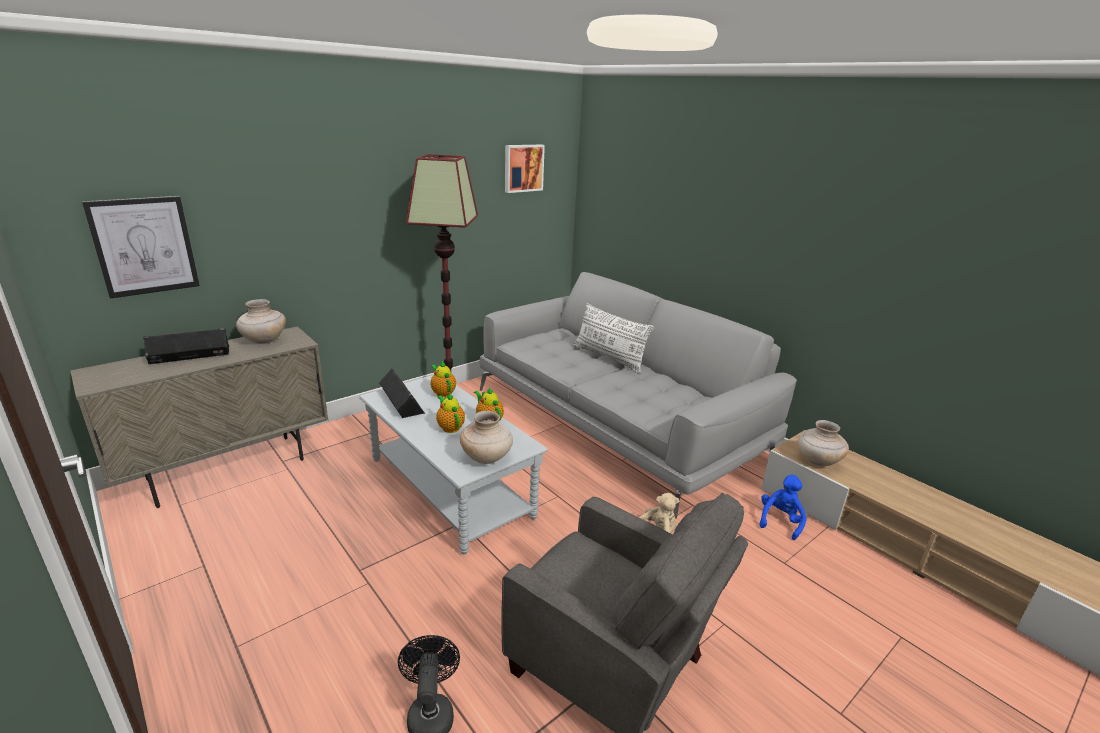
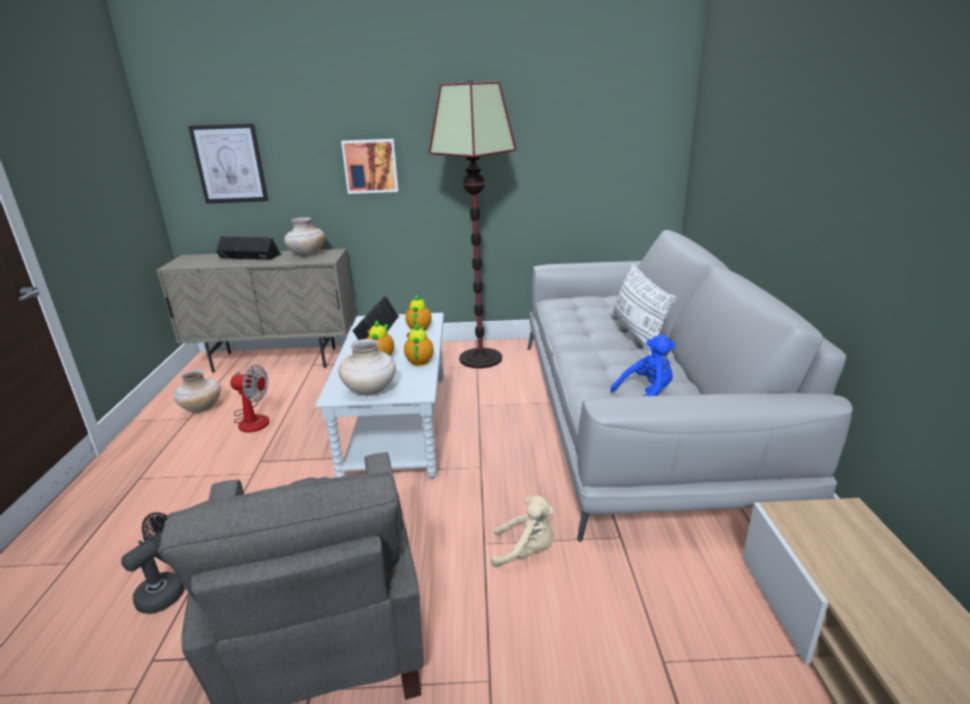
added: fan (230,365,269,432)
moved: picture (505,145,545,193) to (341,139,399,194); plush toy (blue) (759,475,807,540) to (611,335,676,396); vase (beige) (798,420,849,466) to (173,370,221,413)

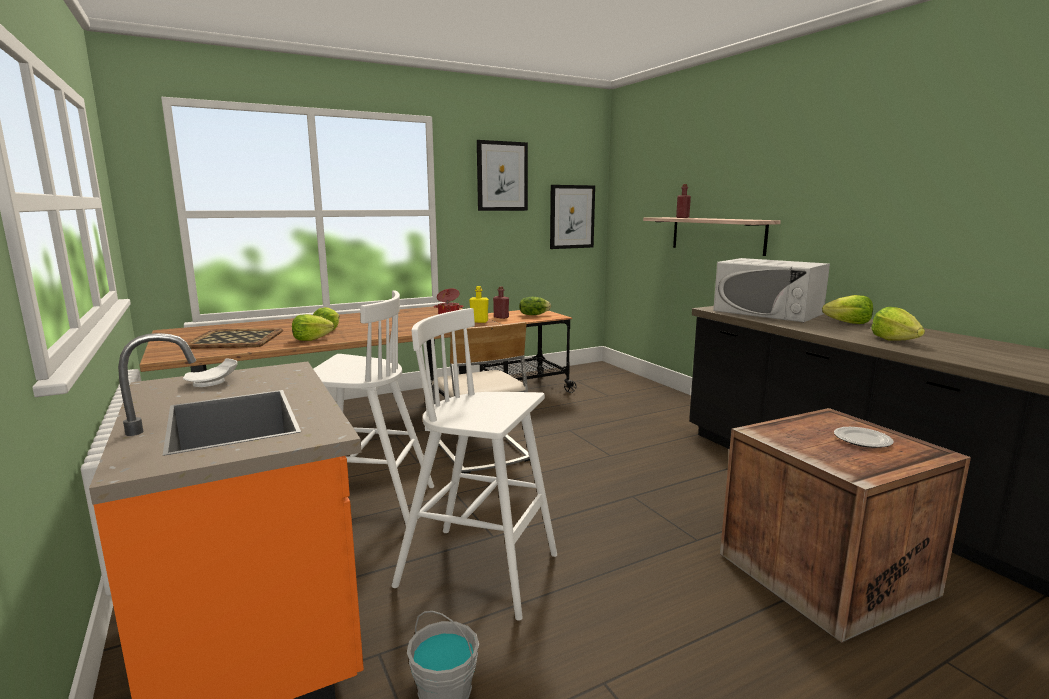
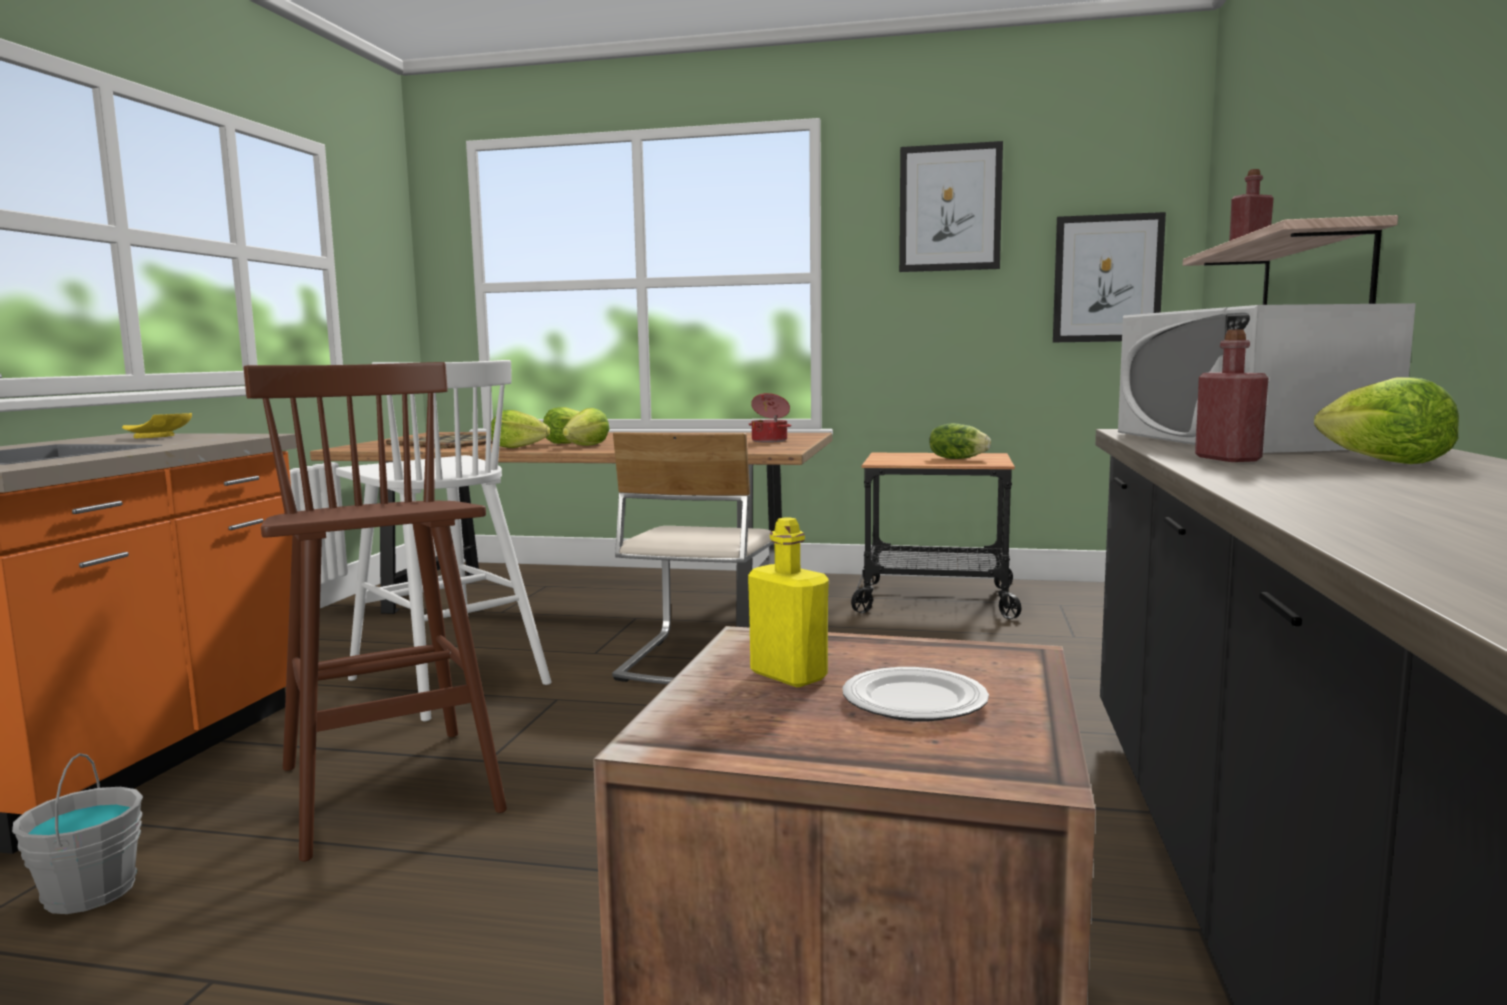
moved: bottle (yellow) (469,286,489,323) to (748,517,829,687); bottle (red) (493,286,509,319) to (1195,330,1269,462); lettuce (871,307,925,341) to (563,408,610,446)
recoloured: plate (white) (183,358,238,387) to plate (yellow) (122,413,192,438); stool (white) (392,308,557,621) to stool (brown) (244,362,507,862)

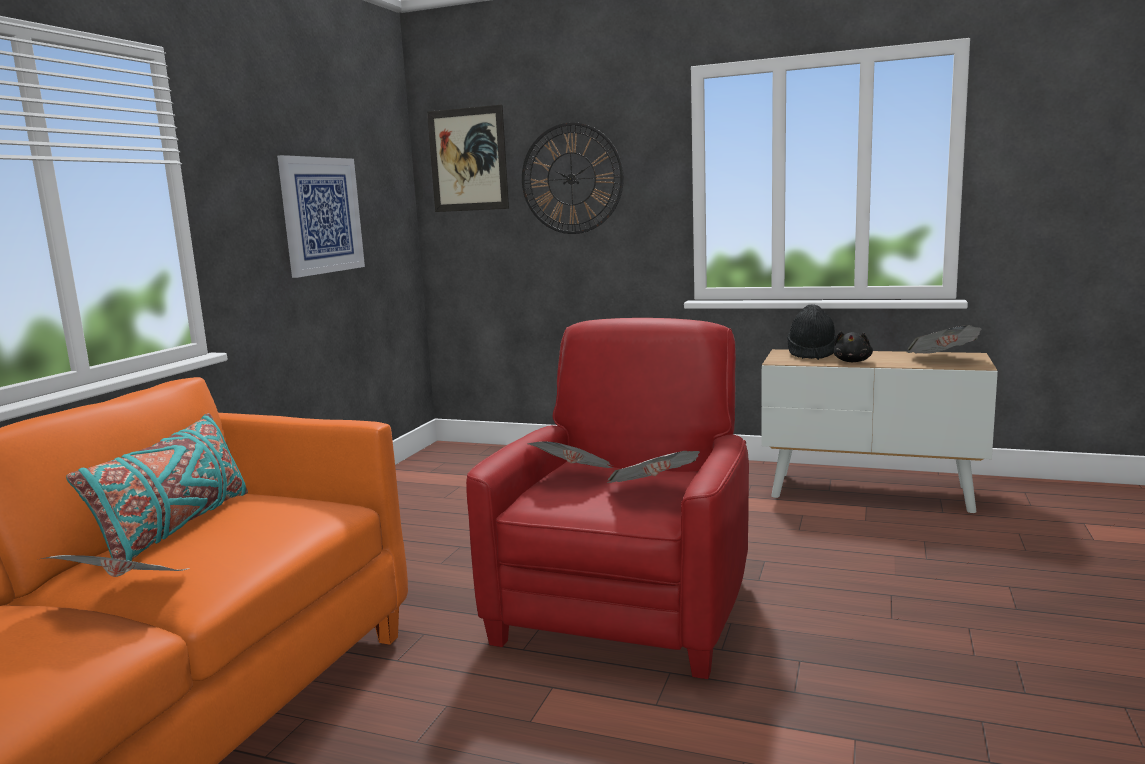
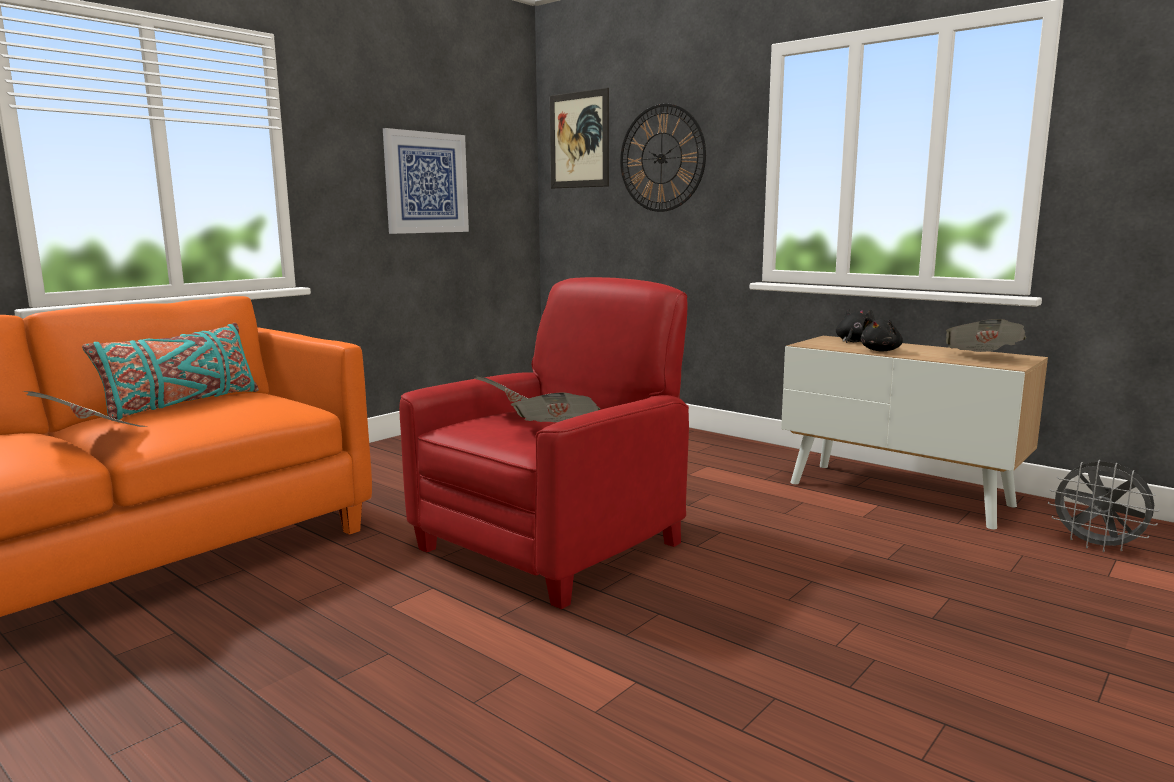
added: fan (grey) (1048,460,1160,552)
replaced: hat (black) (787,304,837,360) to plush toy (black) (836,309,875,343)

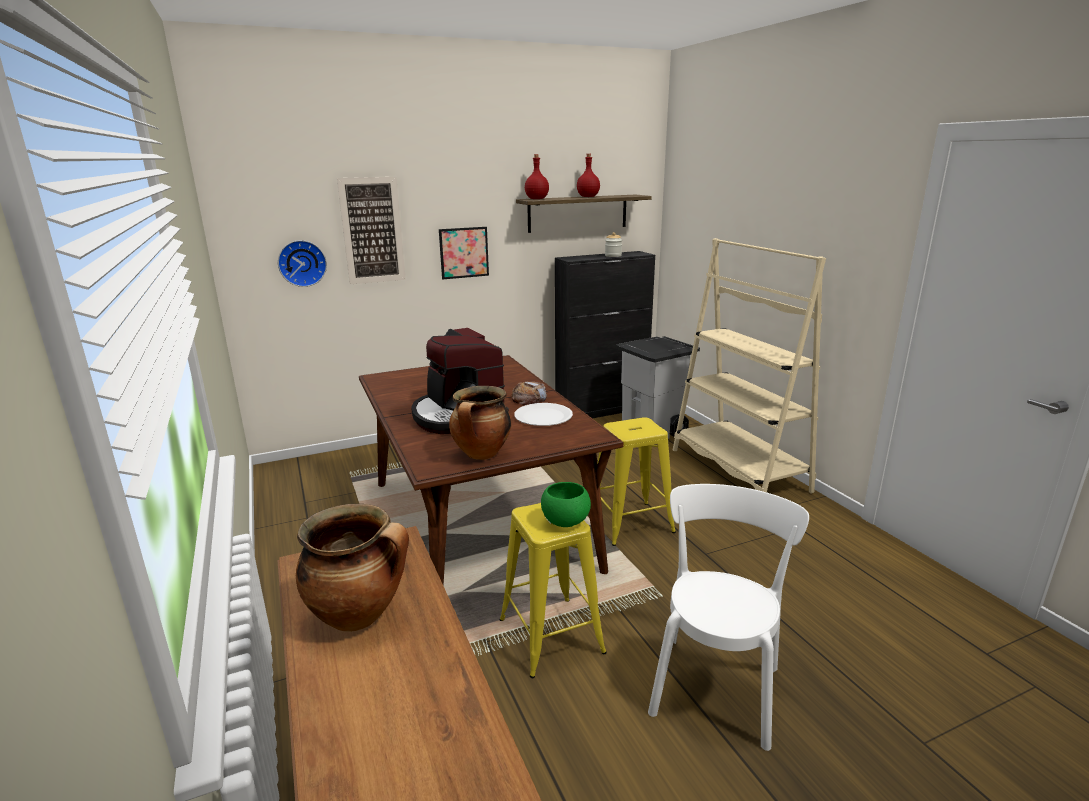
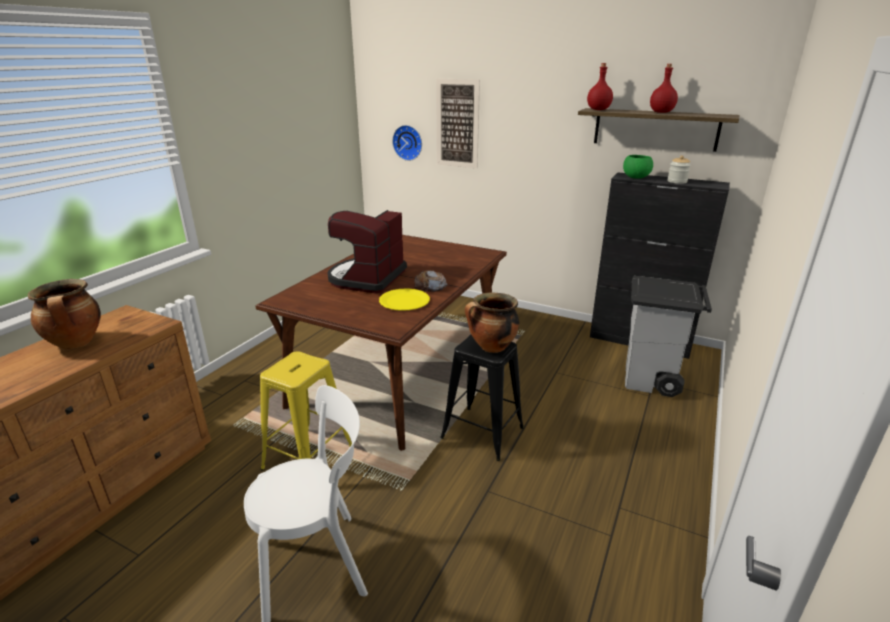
removed: picture (439,227,489,279); bookcase (beige) (673,238,826,494)
moved: cooking pot (449,386,511,460) to (465,292,519,353); bowl (green) (541,482,591,527) to (623,155,653,179)
recoloured: plate (white) (514,403,573,426) to plate (yellow) (379,289,430,311); stool (yellow) (588,417,676,546) to stool (black) (440,334,524,461)

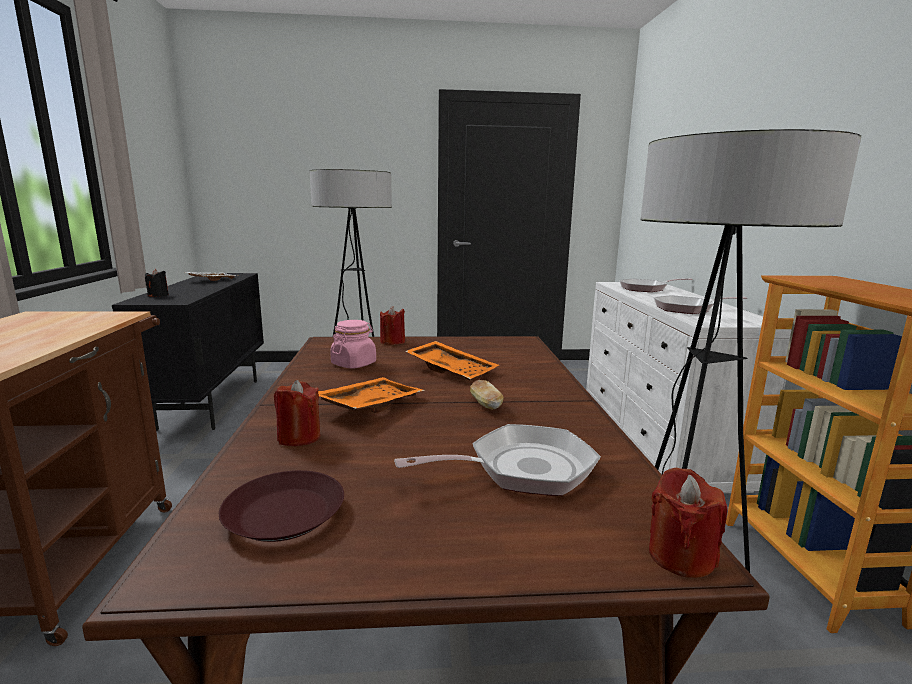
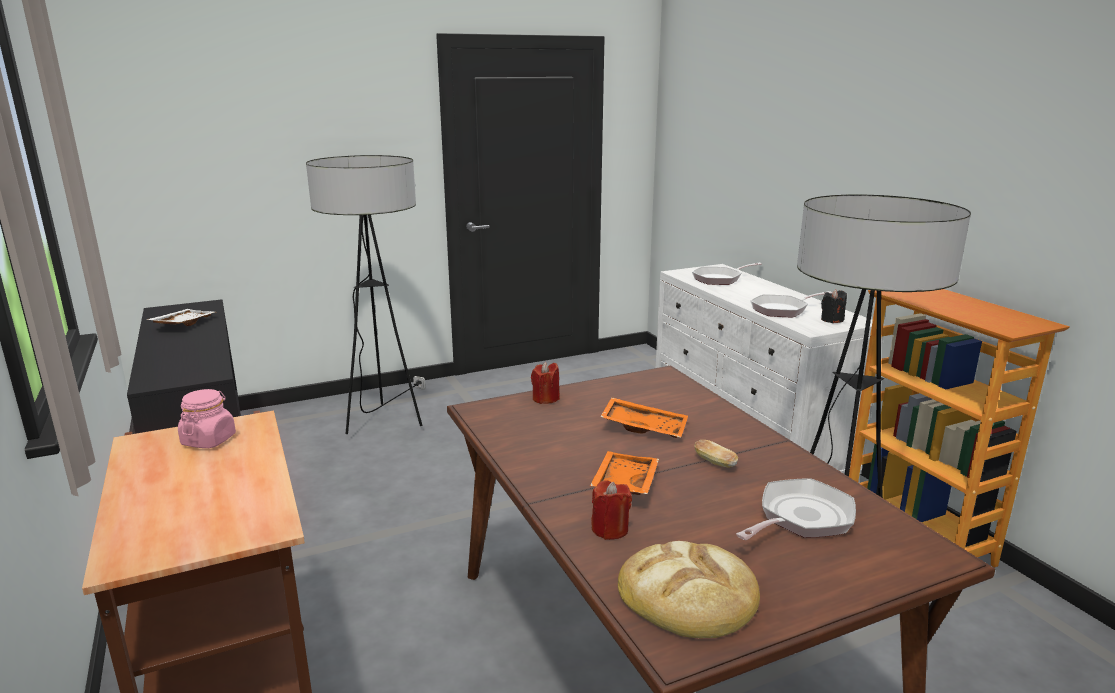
removed: candle (red) (649,468,728,578)
moved: candle (black) (145,269,169,297) to (821,289,847,323); jar (pink) (330,320,376,369) to (178,389,236,448)
replaced: plate (brown) (219,470,344,542) to bread (618,541,760,638)

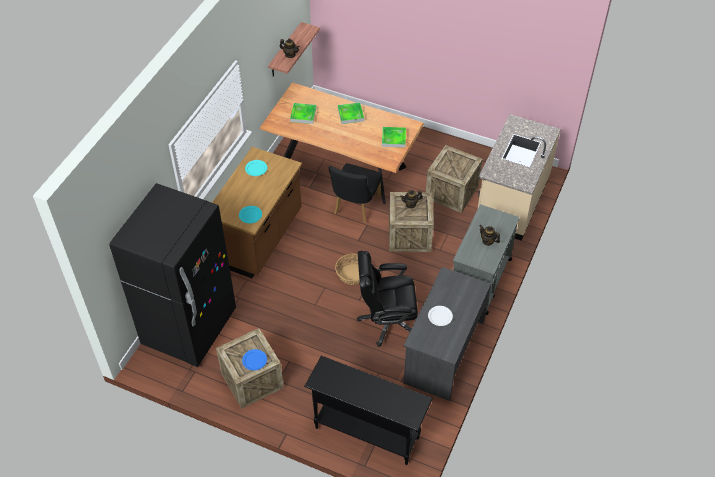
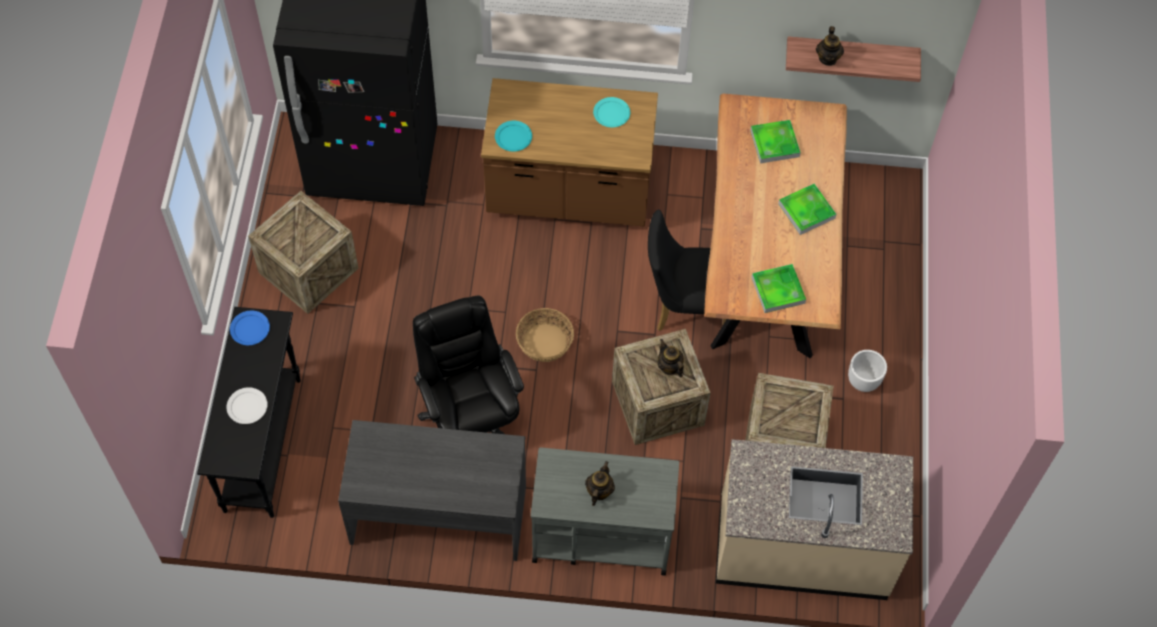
added: planter (white) (848,350,887,392)
moved: plate (blue) (242,349,267,370) to (230,311,270,345); plate (white) (428,306,453,326) to (227,387,268,424)

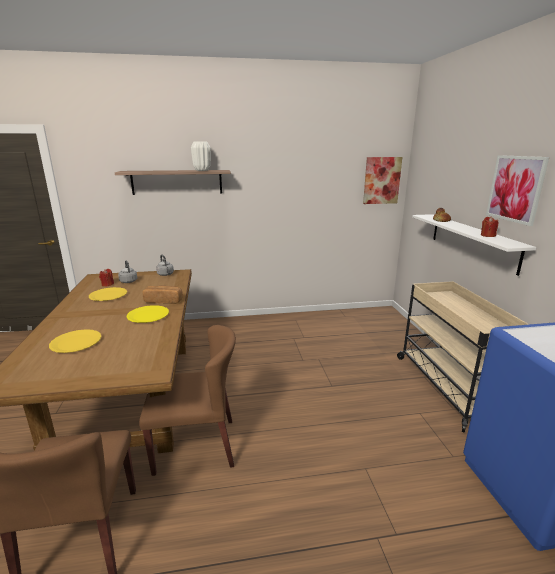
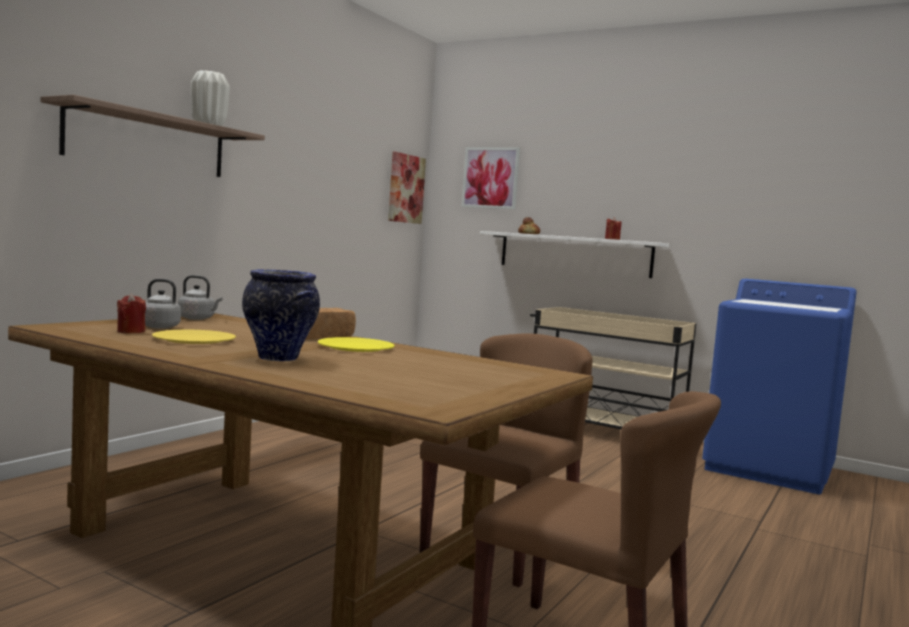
removed: plate (yellow) (49,329,101,353)
added: vase (242,269,320,361)
moved: picture (486,155,549,226) to (461,147,520,209)

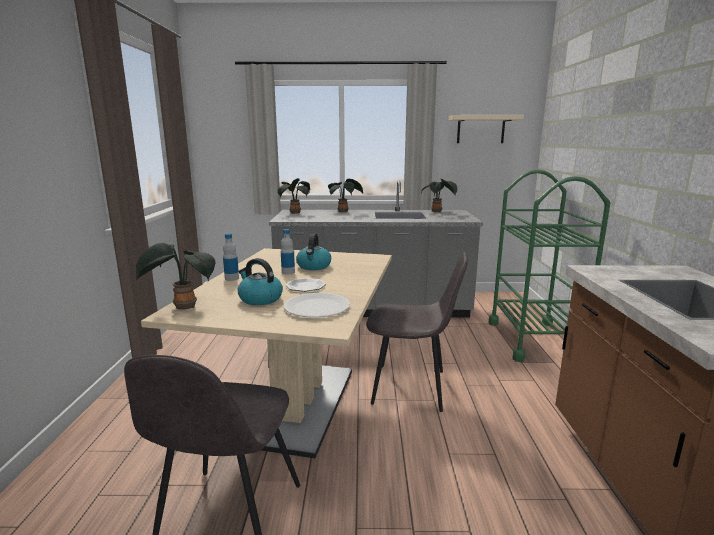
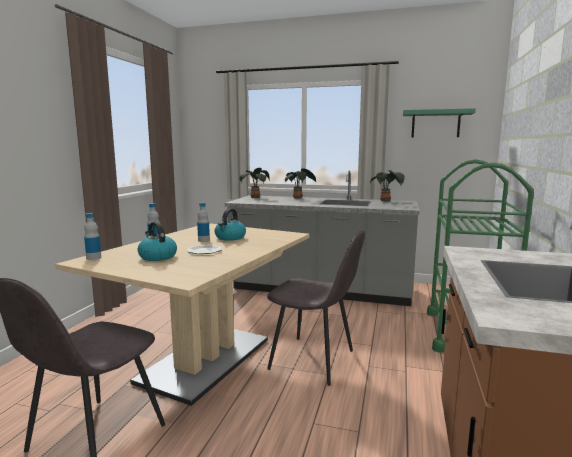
removed: plate (white) (284,293,350,318)
replaced: potted plant (136,243,216,310) to bottle (84,213,101,260)
recoloured: shelf (beige) (448,115,524,143) to shelf (green) (403,108,476,137)

